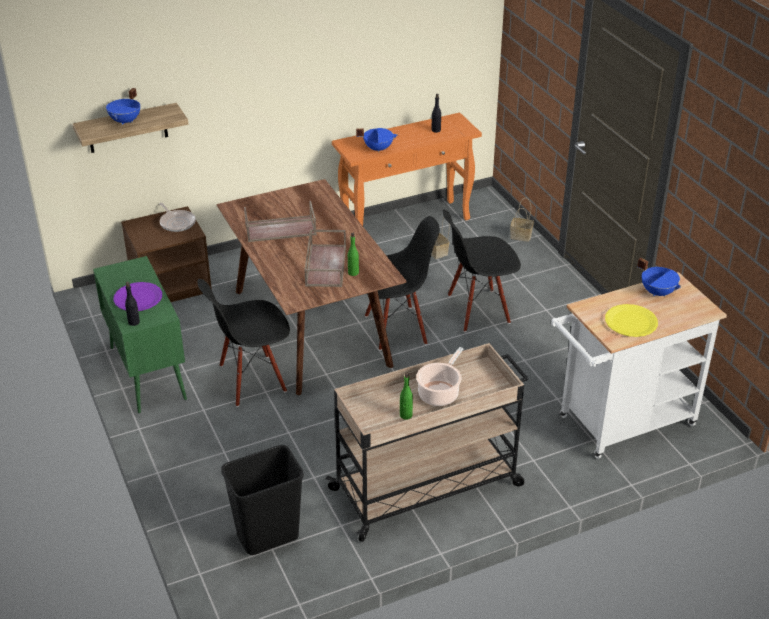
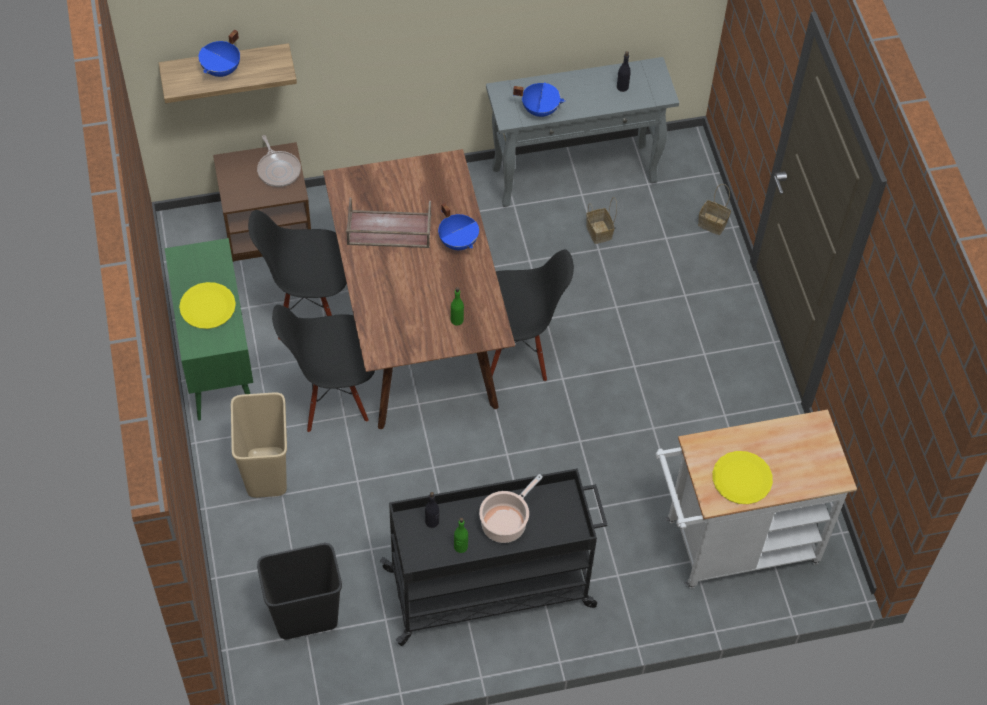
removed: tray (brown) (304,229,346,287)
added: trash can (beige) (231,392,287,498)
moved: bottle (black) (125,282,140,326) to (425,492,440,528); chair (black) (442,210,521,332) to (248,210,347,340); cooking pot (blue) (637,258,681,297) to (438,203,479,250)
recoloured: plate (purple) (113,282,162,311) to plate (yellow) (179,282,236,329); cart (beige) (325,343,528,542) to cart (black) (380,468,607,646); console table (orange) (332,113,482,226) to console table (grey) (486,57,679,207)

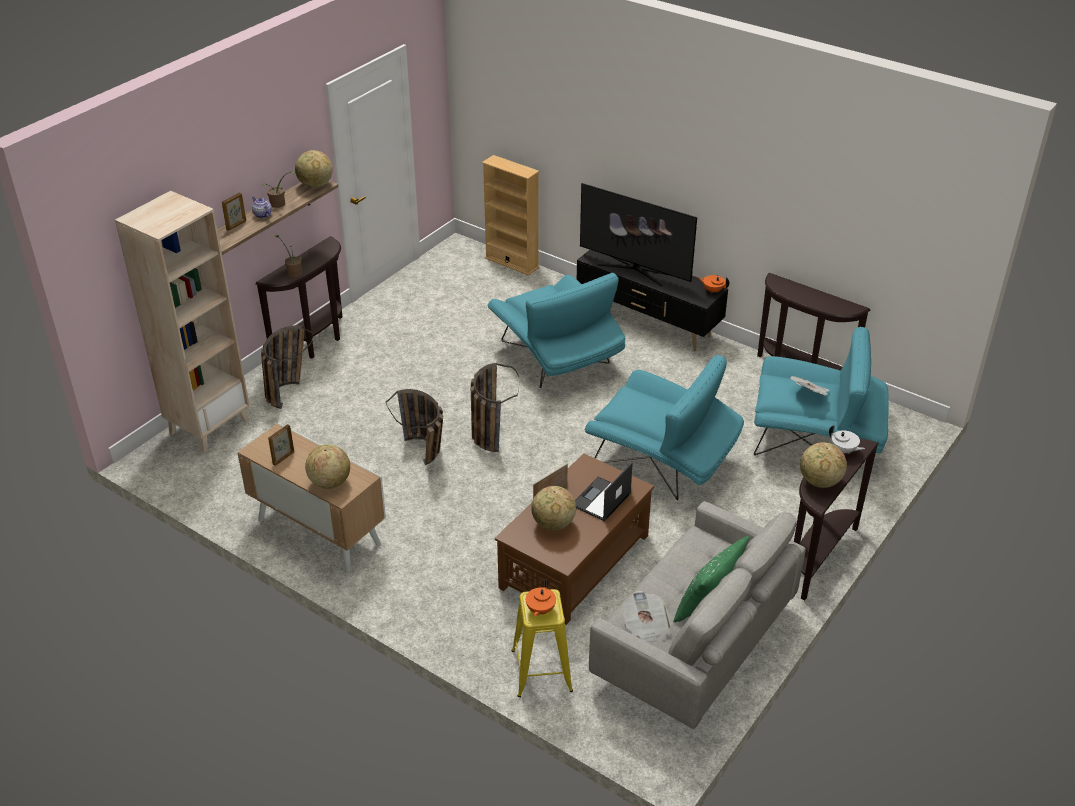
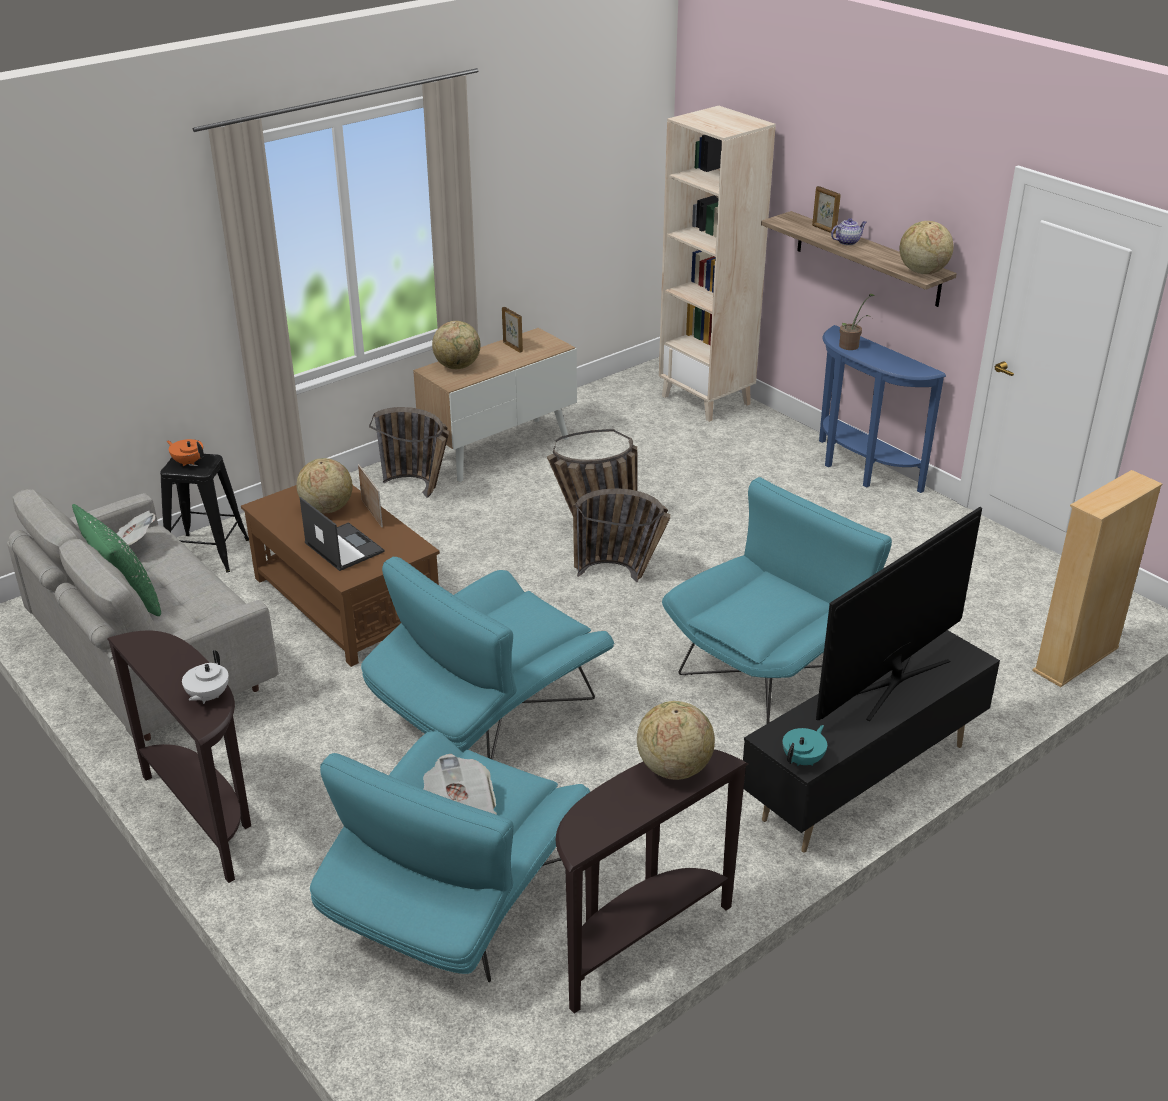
removed: potted plant (261,171,296,208)
moved: basket (261,325,313,409) to (369,407,449,498); globe (800,442,847,488) to (637,701,715,780)
recoloured: console table (brown) (256,236,342,359) to console table (blue) (819,325,946,493); stool (yellow) (511,589,573,697) to stool (black) (160,454,249,572); teapot (orange) (698,275,729,294) to teapot (turquoise) (783,725,827,766)
turned: armchair (turquoise) (488,273,626,388) = (662,477,892,724) 150 degrees clockwise; teapot (white) (829,425,865,454) = (182,650,229,704) 45 degrees counterclockwise

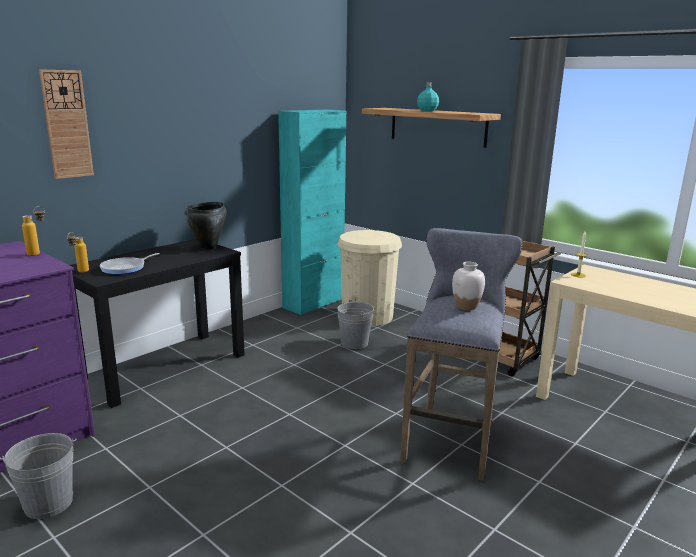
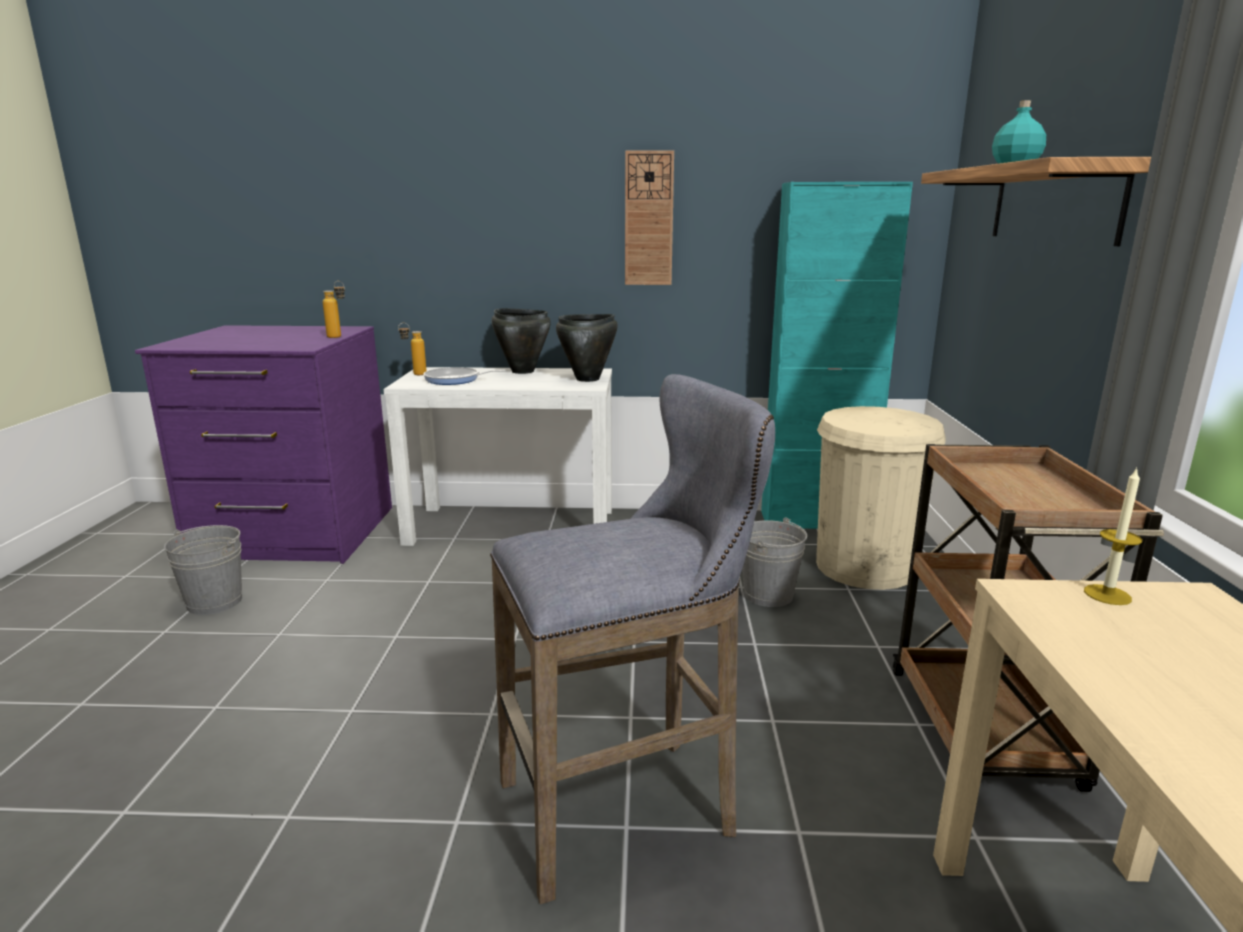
removed: vase (white) (452,262,485,310)
added: cooking pot (black) (492,308,551,374)
moved: wall clock (39,69,94,179) to (625,150,674,285)
recoloured: console table (black) (70,239,245,408) to console table (white) (384,367,612,546)

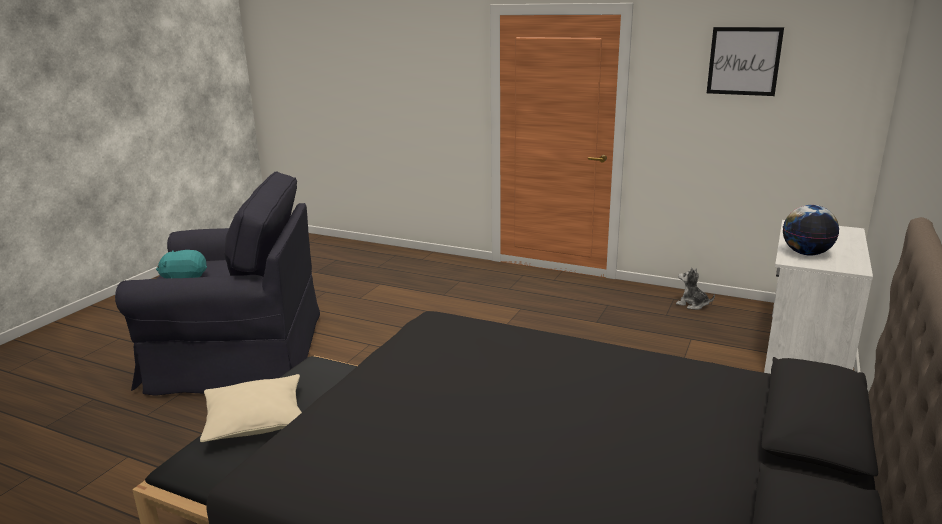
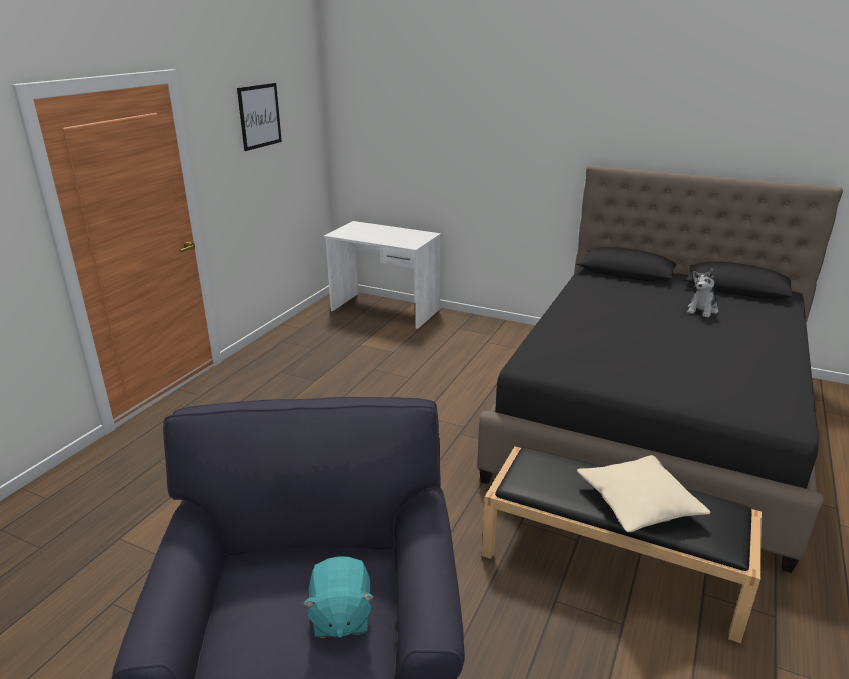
removed: globe (783,205,839,256)
moved: plush toy (676,268,715,310) to (687,269,718,318)

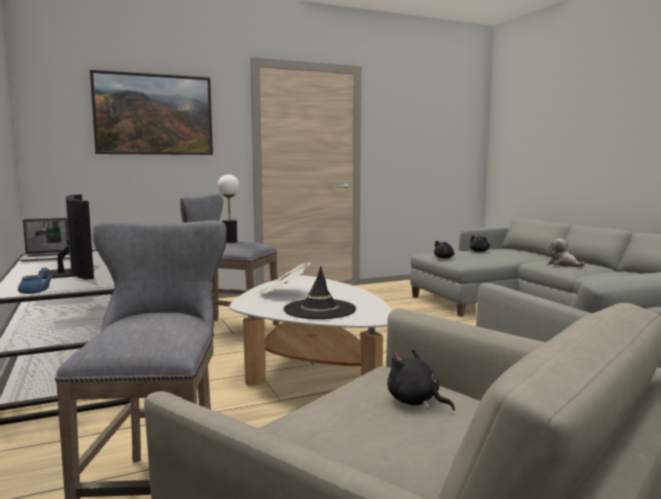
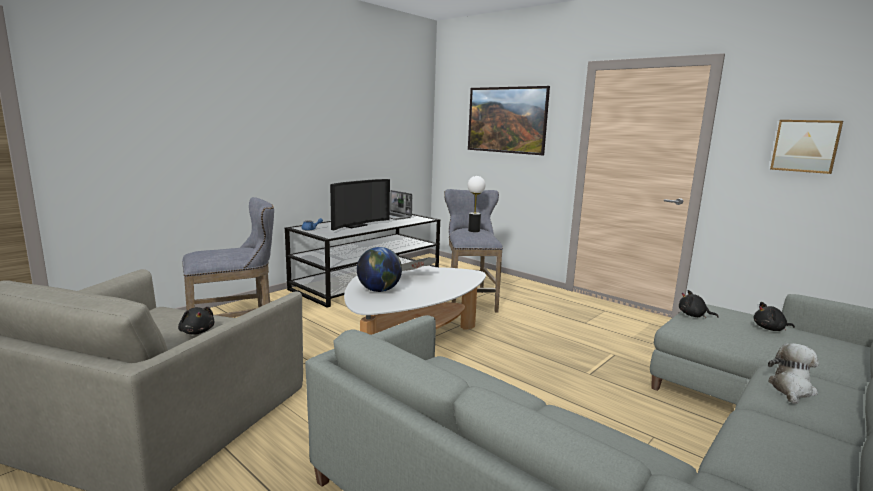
added: picture (770,120,843,174)
replaced: hat (black) (284,266,356,319) to globe (357,247,402,292)
turned: plush toy (black) (387,349,455,411) = (178,307,214,334) 120 degrees clockwise

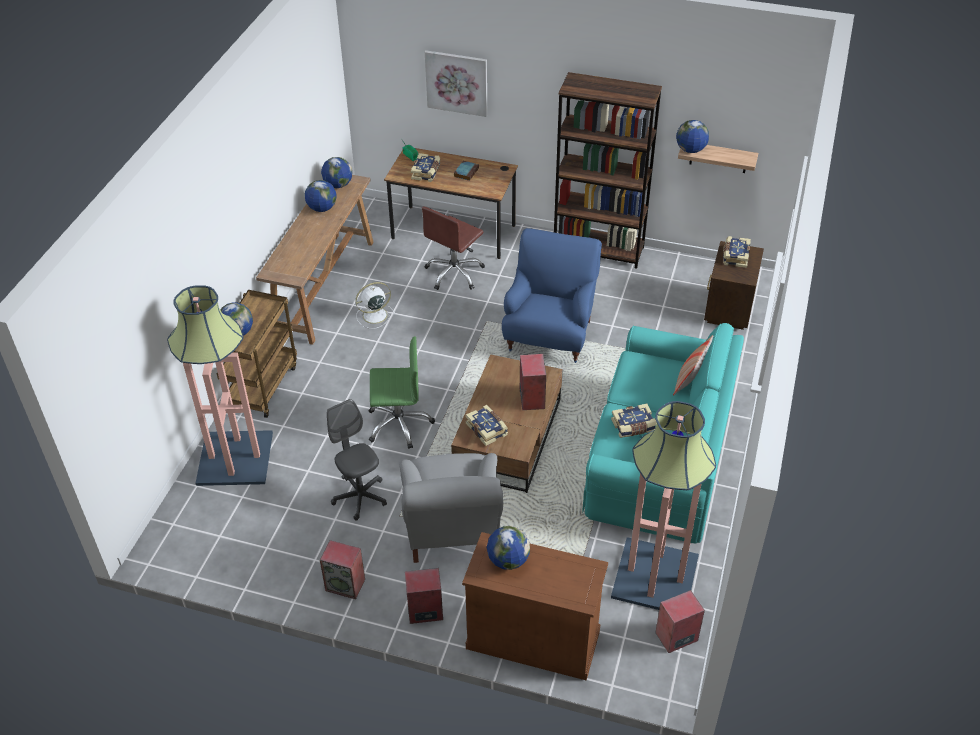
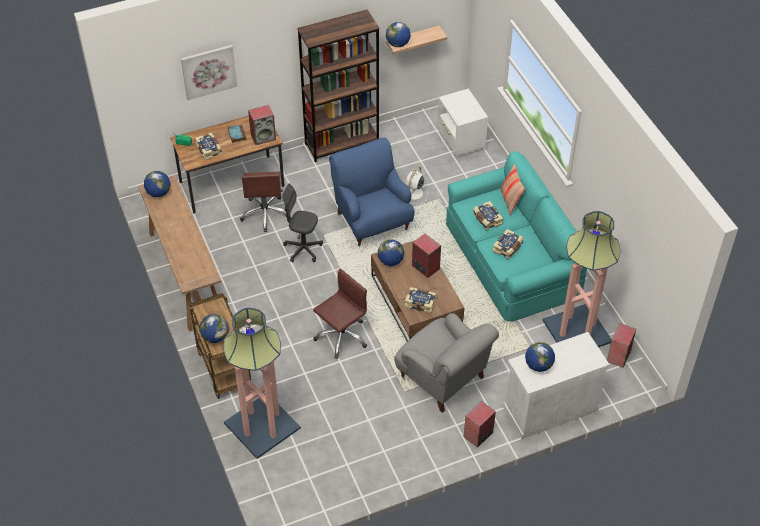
moved: globe (305,180,337,212) to (378,239,404,266); speaker (320,540,365,599) to (248,105,276,145); office chair (grey) (327,399,387,521) to (282,183,323,263); fan (white) (355,282,395,329) to (406,166,427,204); book (723,236,751,268) to (473,201,503,230)
recoloured: office chair (green) (368,336,435,449) to office chair (brown) (313,269,367,359); cabinet (brown) (462,532,608,681) to cabinet (white) (503,332,610,439); nightstand (brown) (704,241,764,330) to nightstand (white) (437,89,488,157)

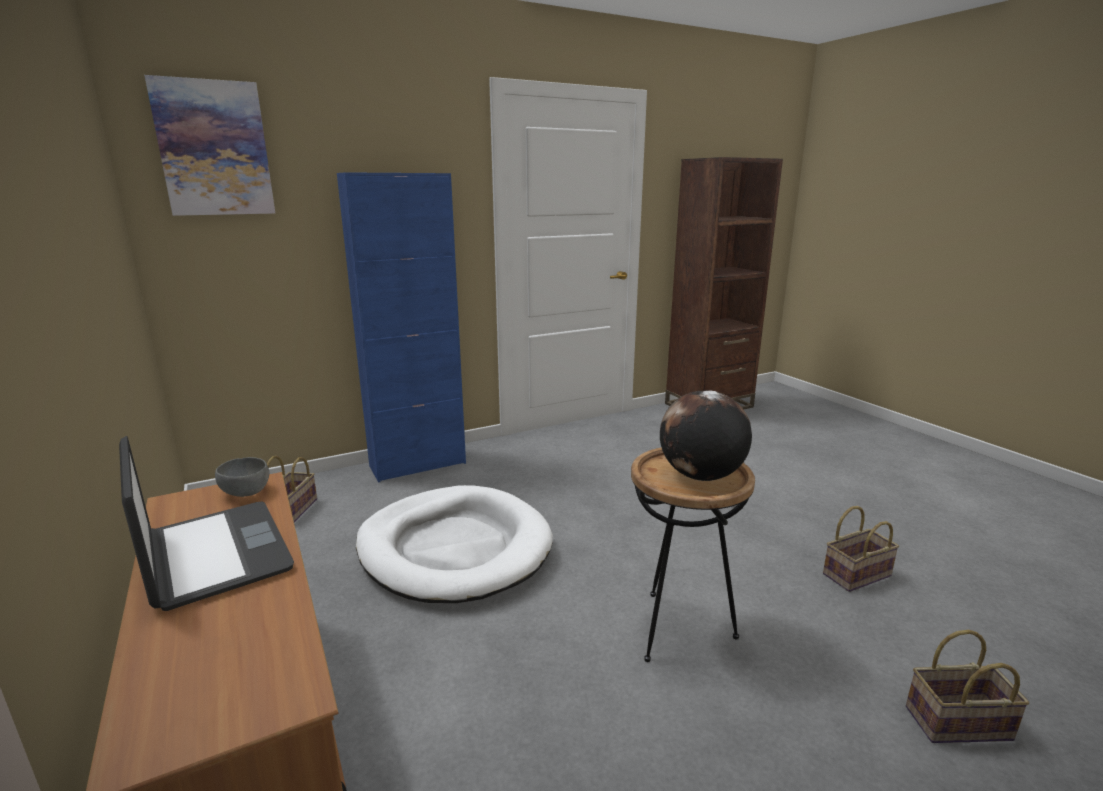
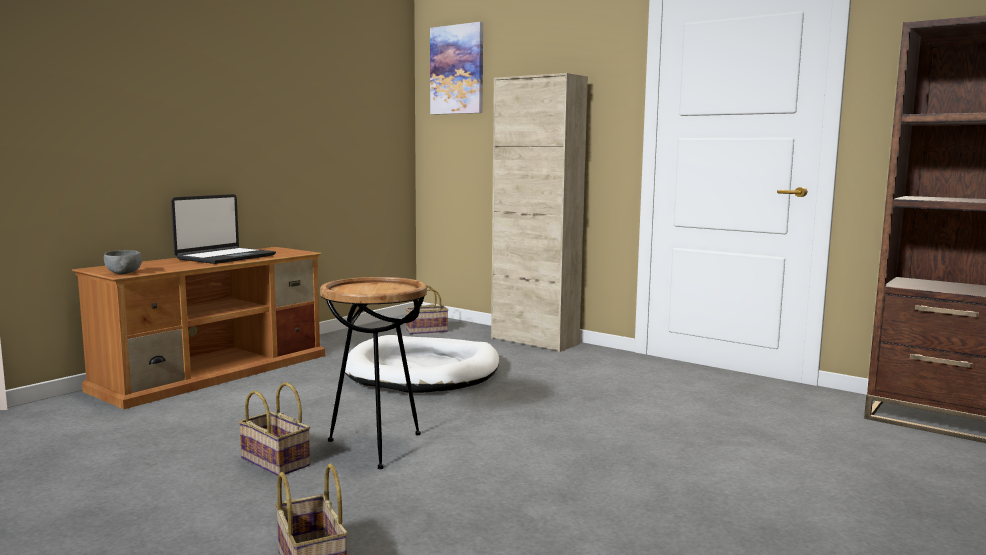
removed: globe (660,390,752,481)
moved: bowl (grey) (215,457,269,497) to (104,250,142,274); basket (823,506,899,592) to (239,382,310,476)
recoloured: cabinet (blue) (337,172,466,482) to cabinet (beige) (491,73,588,352)

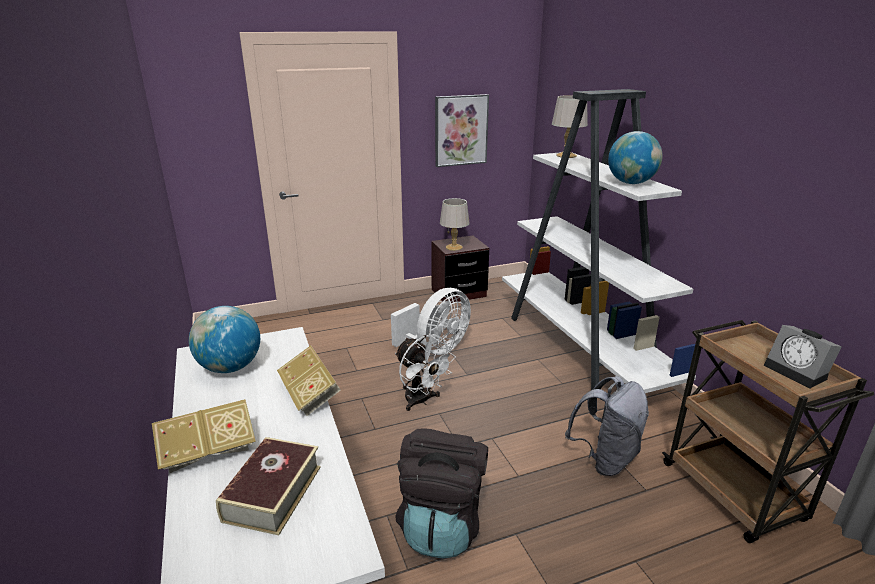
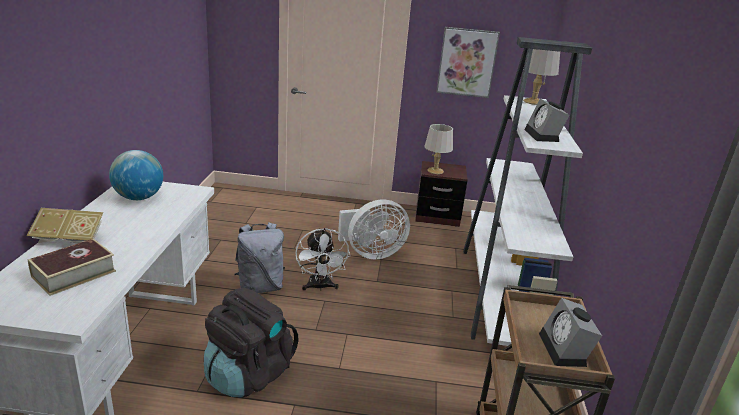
removed: book (277,345,341,416)
moved: backpack (grey) (565,376,649,476) to (235,222,285,293)
replaced: globe (608,131,663,184) to alarm clock (524,99,569,142)

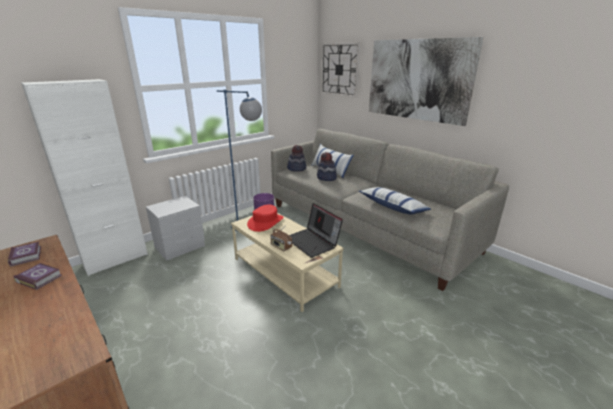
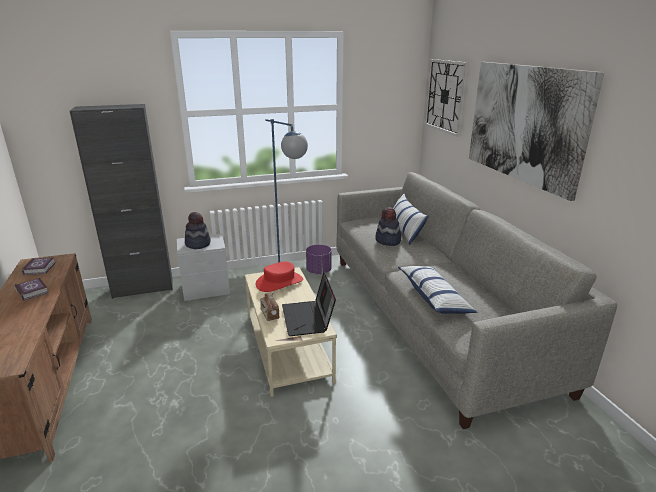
moved: hat (287,145,306,172) to (185,212,211,249)
recoloured: cabinet (white) (21,79,148,276) to cabinet (black) (70,104,173,299)

